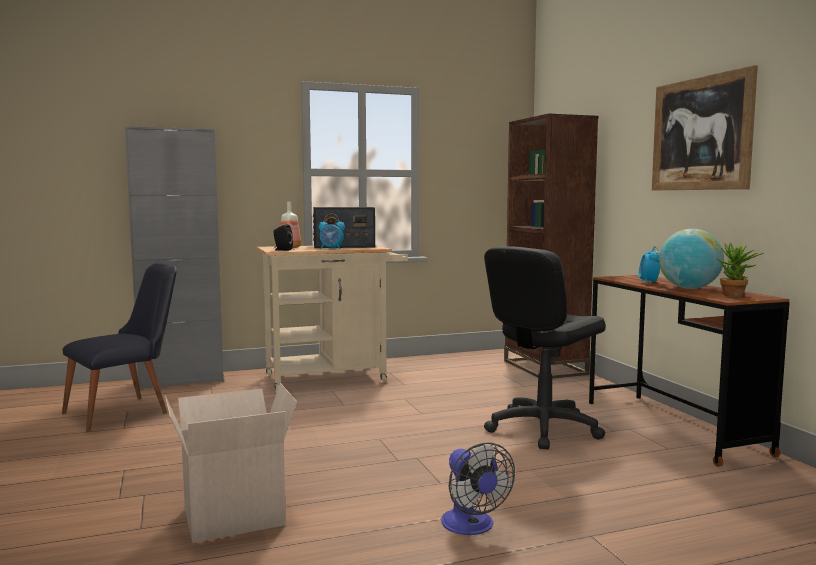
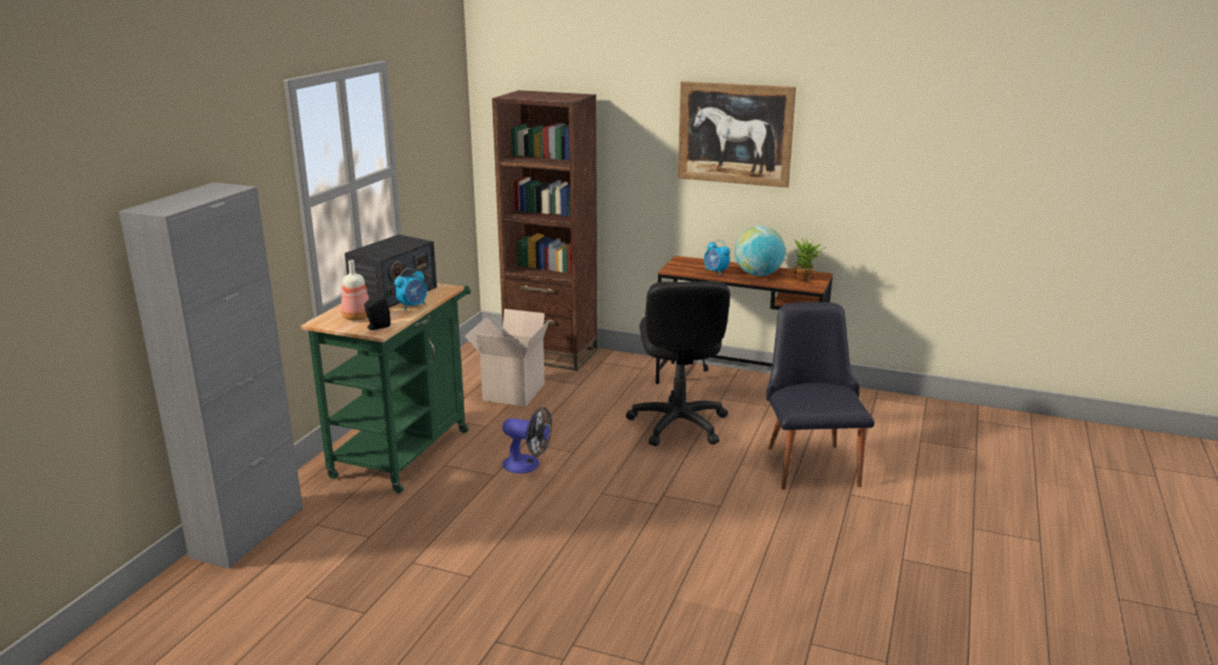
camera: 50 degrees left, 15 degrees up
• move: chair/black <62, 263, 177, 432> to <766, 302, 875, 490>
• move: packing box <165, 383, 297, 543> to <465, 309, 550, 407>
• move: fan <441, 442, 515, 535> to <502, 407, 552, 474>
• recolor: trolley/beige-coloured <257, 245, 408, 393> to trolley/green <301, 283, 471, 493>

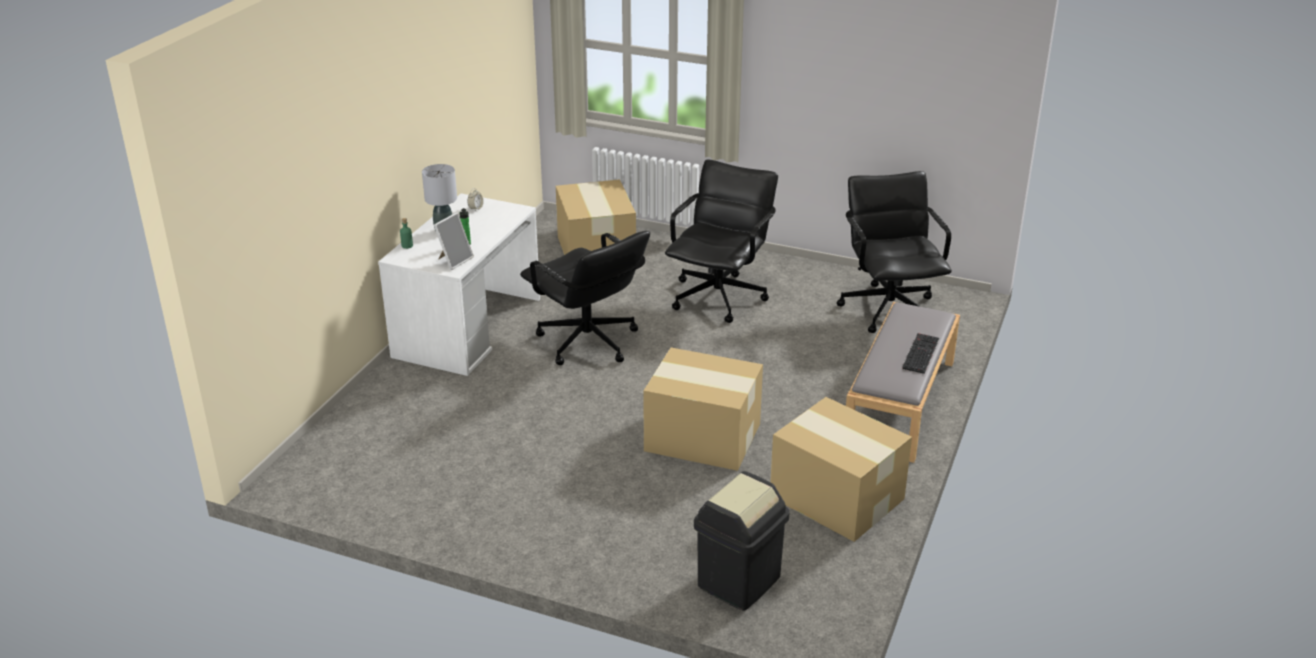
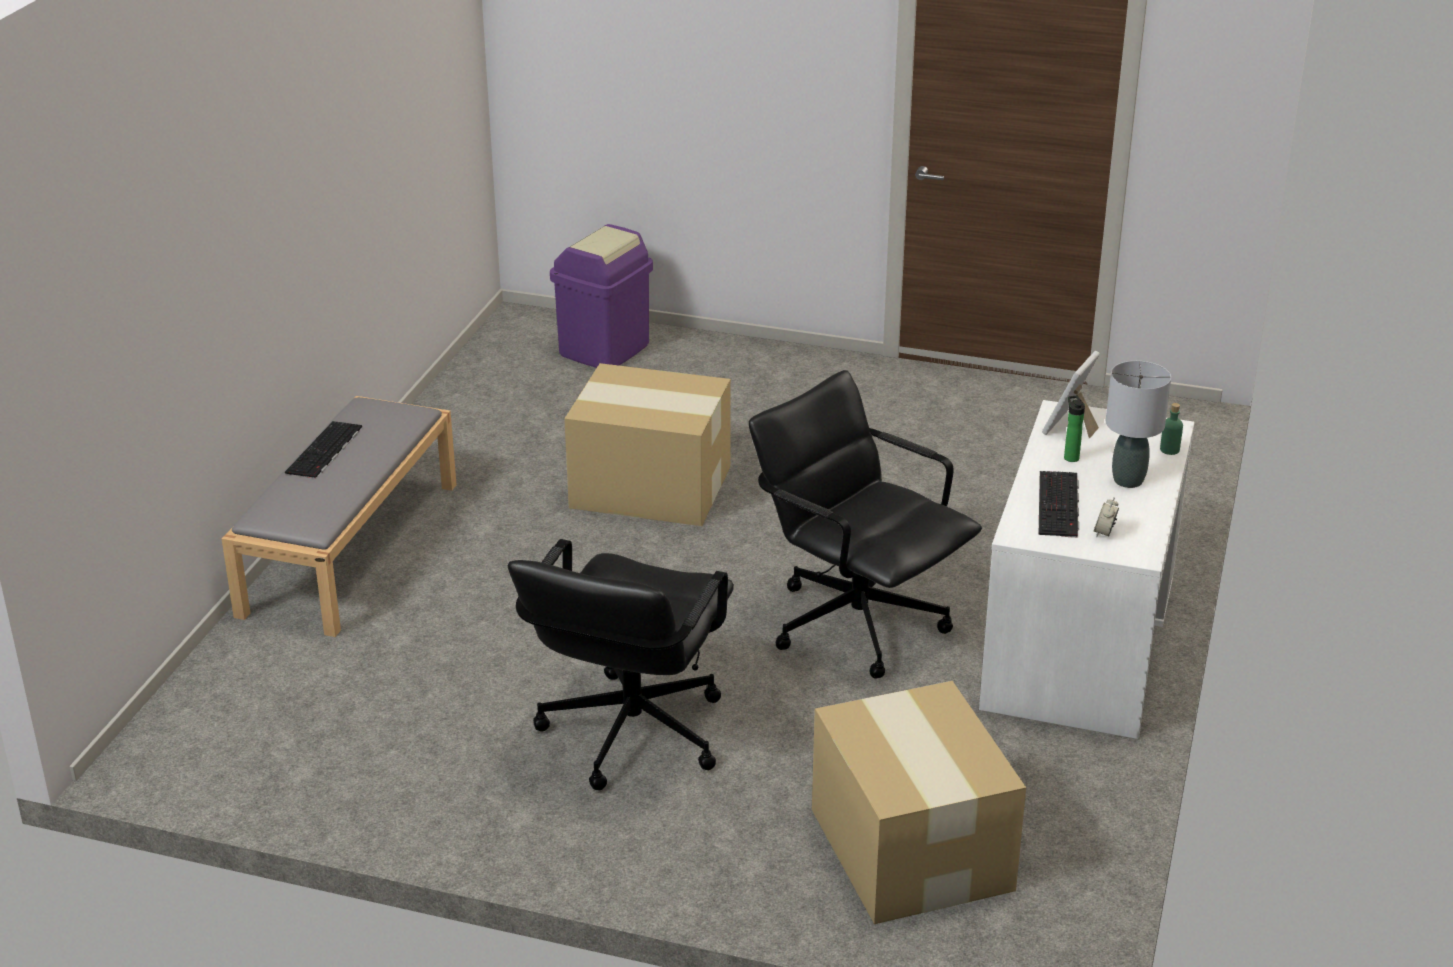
camera: 175 degrees right, 0 degrees up
• delete: packing box <770, 397, 912, 542>
• delete: office chair/black <837, 171, 952, 333>
• insert: keyboard <1039, 471, 1079, 538>
• recolor: trash can/black <694, 471, 790, 610> to trash can/purple <550, 224, 653, 368>

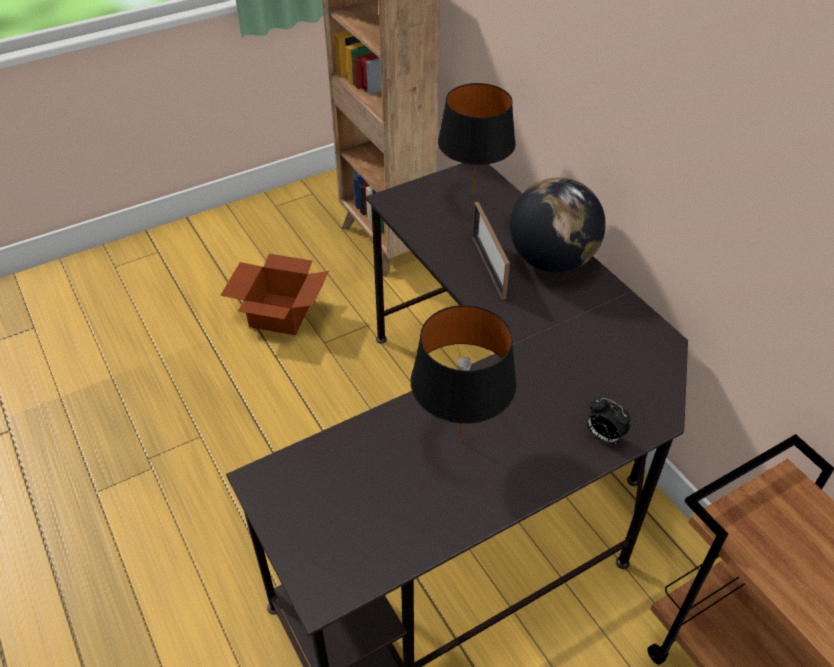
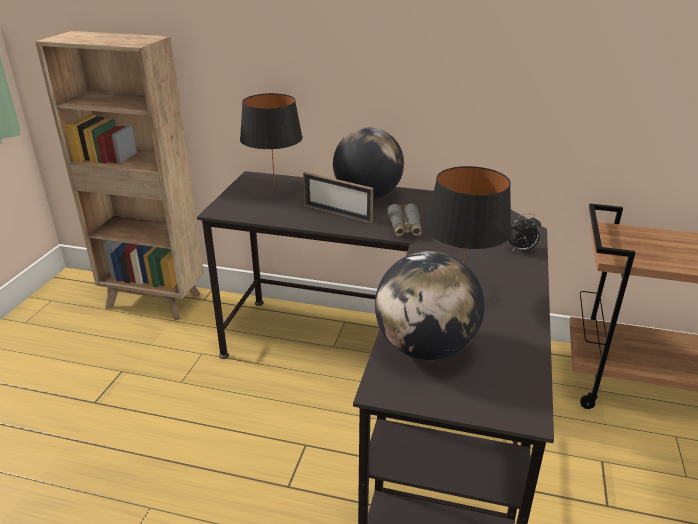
camera: 45 degrees left, 15 degrees down
• delete: packing box <220, 254, 329, 335>
• insert: desk globe <375, 251, 485, 360>
• insert: pair of binoculars/grey <387, 203, 422, 237>

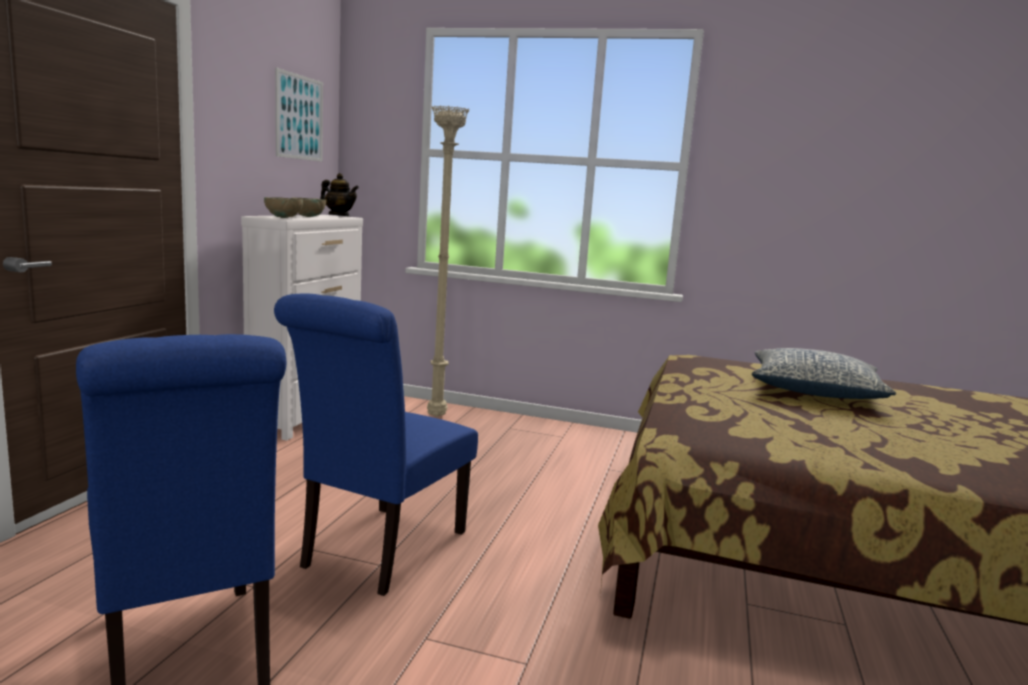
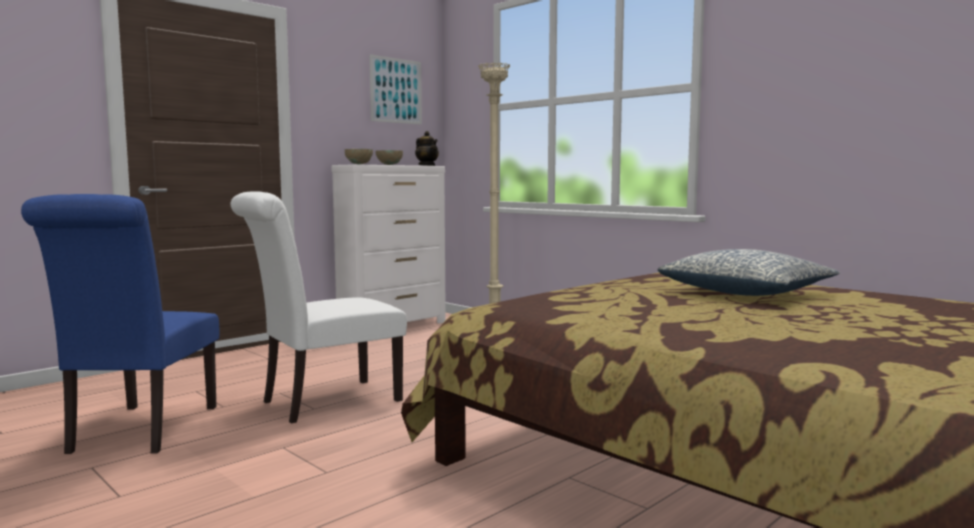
camera: 30 degrees right, 5 degrees down
• recolor: chair/blue-coloured <274, 293, 478, 596> to chair/white <231, 191, 407, 423>

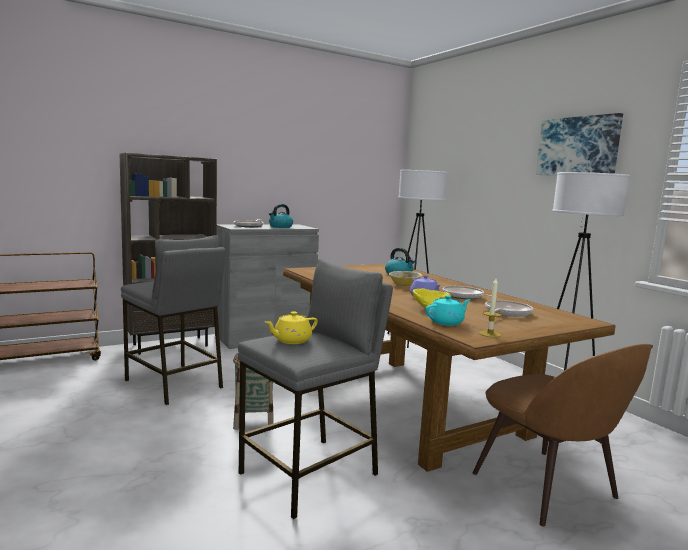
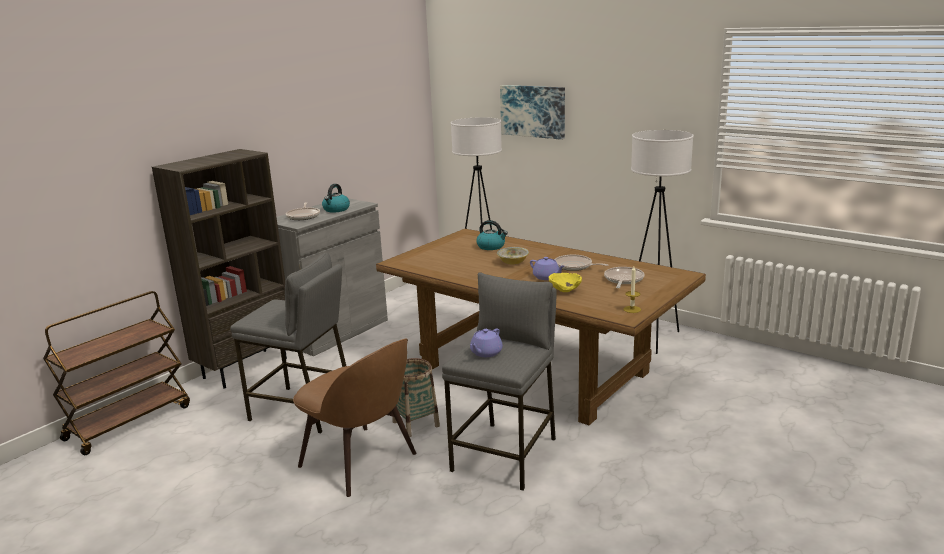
camera: 20 degrees left, 10 degrees up
• delete: pot for tea/turquoise-coloured <425, 295, 471, 326>
• move: chair/brown-coloured <473, 344, 653, 527> to <293, 338, 416, 497>
• move: picture <536, 113, 623, 176> to <500, 85, 565, 140>
• recolor: pot for tea/yellow-coloured <265, 311, 318, 344> to pot for tea/purple <470, 328, 503, 357>

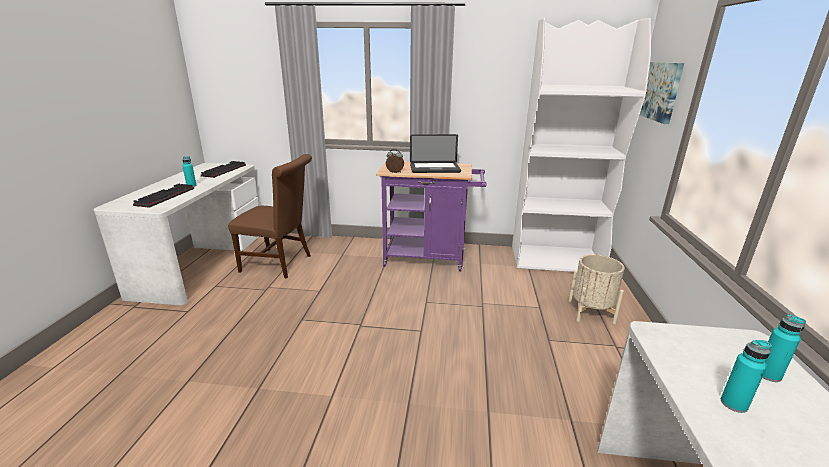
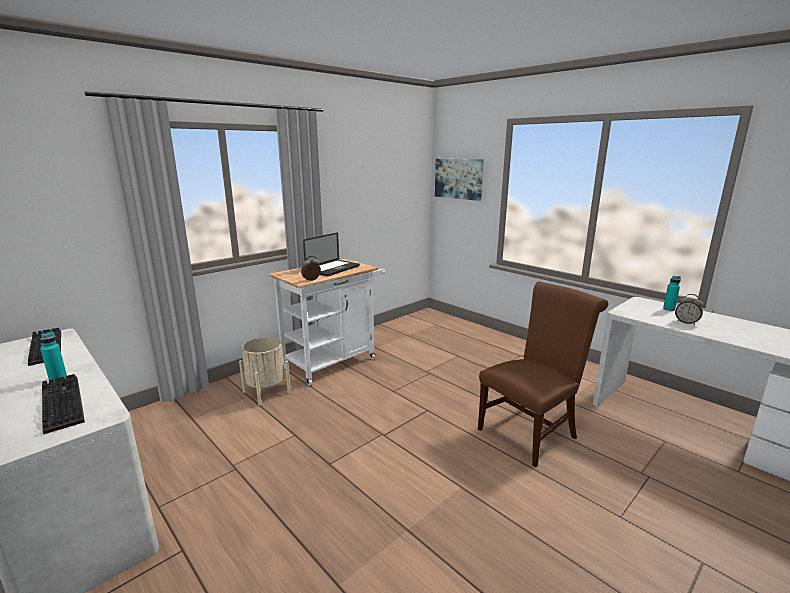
camera: 50 degrees left, 5 degrees down
• delete: bookcase/white <512, 17, 651, 272>
• move: chair/brown-coloured <228, 154, 312, 278> to <478, 281, 609, 467>
• move: plant pot/beige-coloured <568, 254, 625, 324> to <239, 337, 291, 406>
• replace: bottle/turquoise-coloured <721, 340, 772, 413> to alarm clock <675, 294, 704, 325>
• recolor: trolley/purple <376, 161, 487, 271> to trolley/white <269, 259, 385, 386>

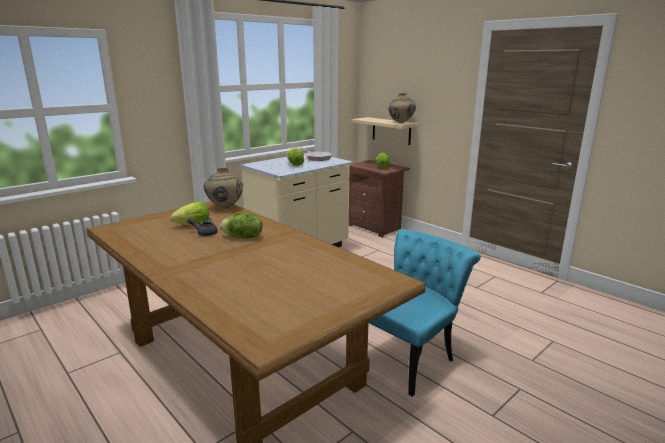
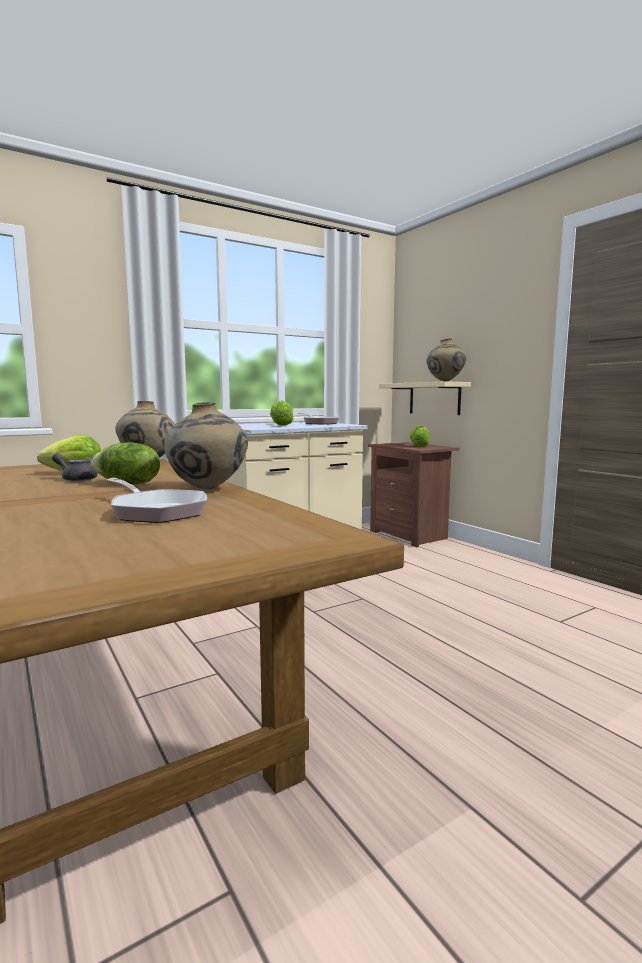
camera: 10 degrees right, 10 degrees down
• delete: chair/turquoise-coloured <369, 229, 481, 397>
• insert: pan <107, 478, 207, 523>
• insert: vase/beige-coloured <164, 402, 248, 490>

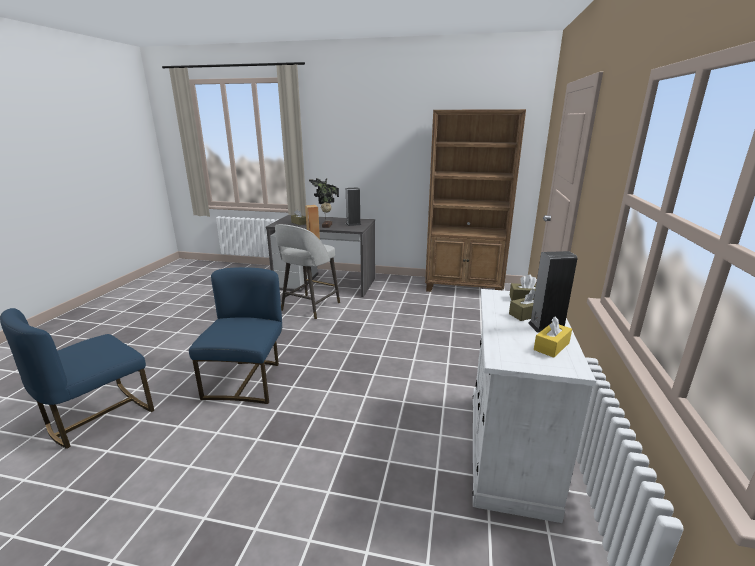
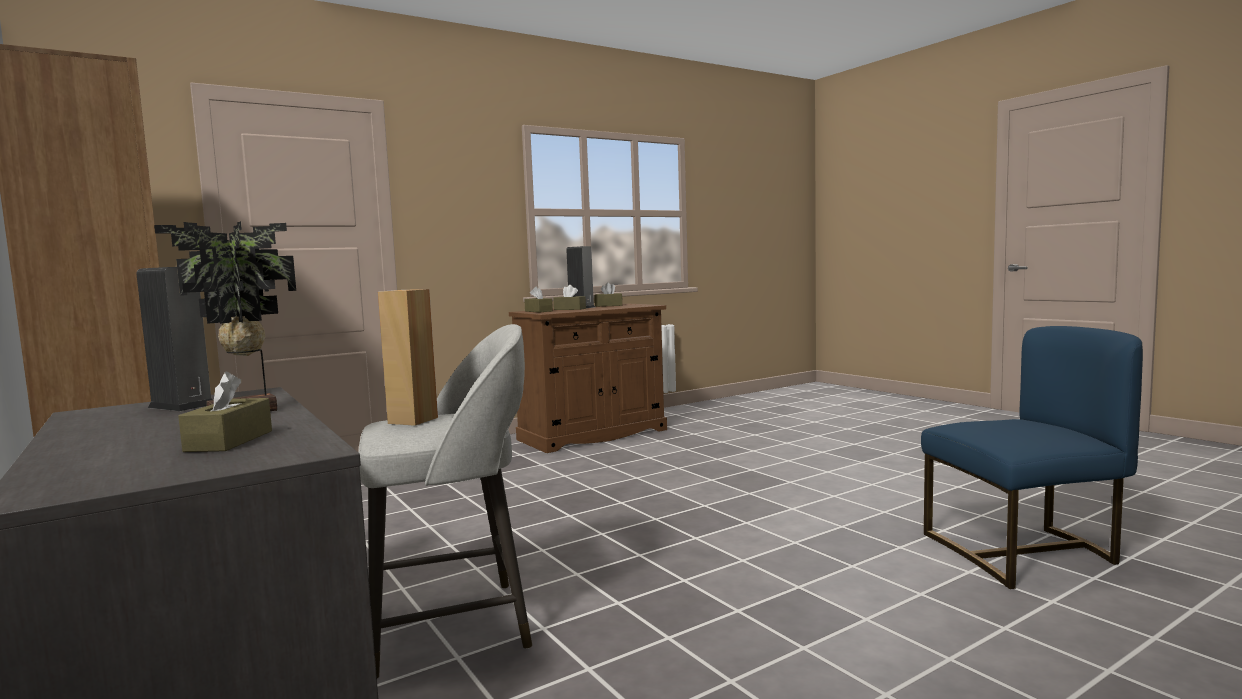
camera: 135 degrees left, 15 degrees down
• delete: chair/blue-coloured <189, 267, 282, 404>
• recolor: storage cabinet/white <472, 289, 596, 523> to storage cabinet/brown-coloured <509, 304, 667, 453>
• recolor: tissue holder/yellow-coloured <534, 316, 572, 358> to tissue holder/brown-coloured <594, 283, 622, 307>

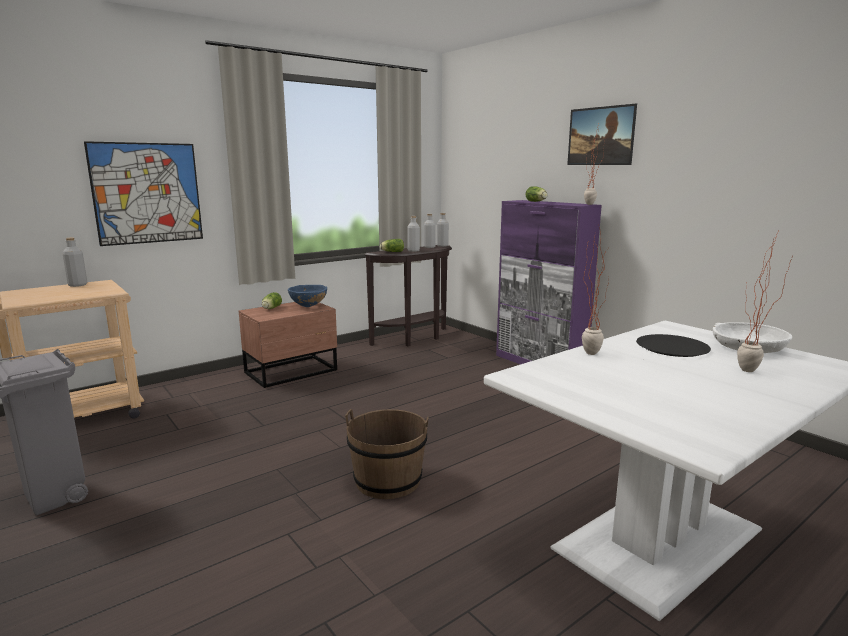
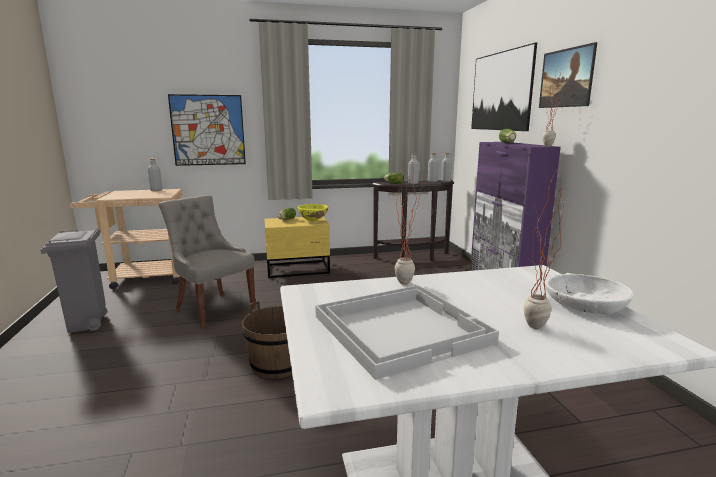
camera: 25 degrees right, 0 degrees up
• delete: dinner plate/black <636, 334, 711, 357>
• insert: chair/grey <158, 195, 255, 328>
• insert: tray/white <315, 285, 499, 380>
• insert: picture <471, 43, 537, 131>
• recolor: night table/brown-coloured <239, 302, 337, 388> to night table/yellow-coloured <264, 216, 330, 278>
• recolor: bowl/blue-coloured <288, 285, 327, 307> to bowl/yellow-coloured <298, 204, 328, 221>

